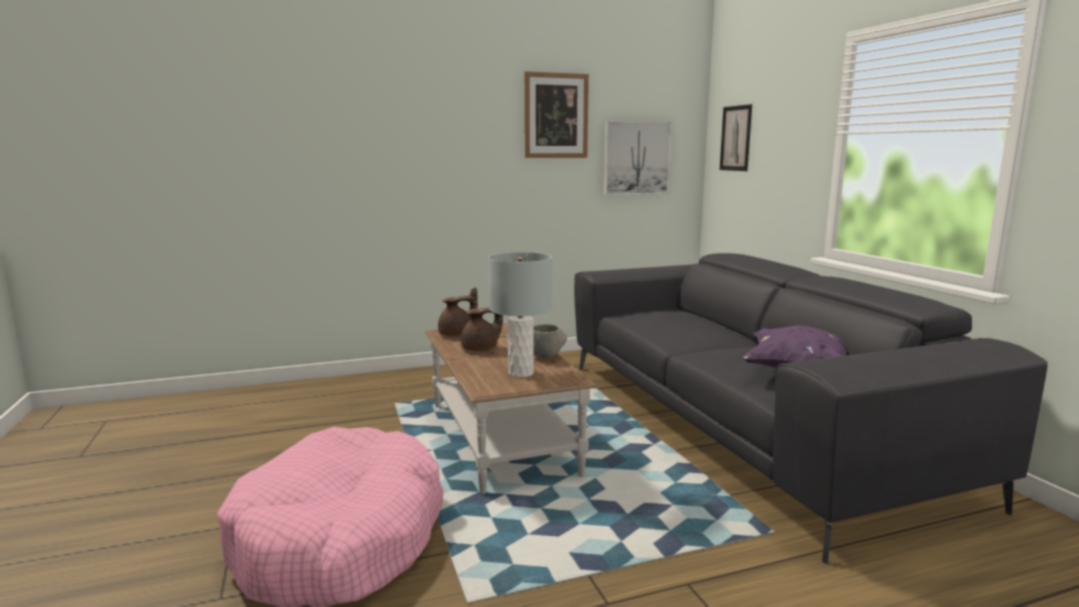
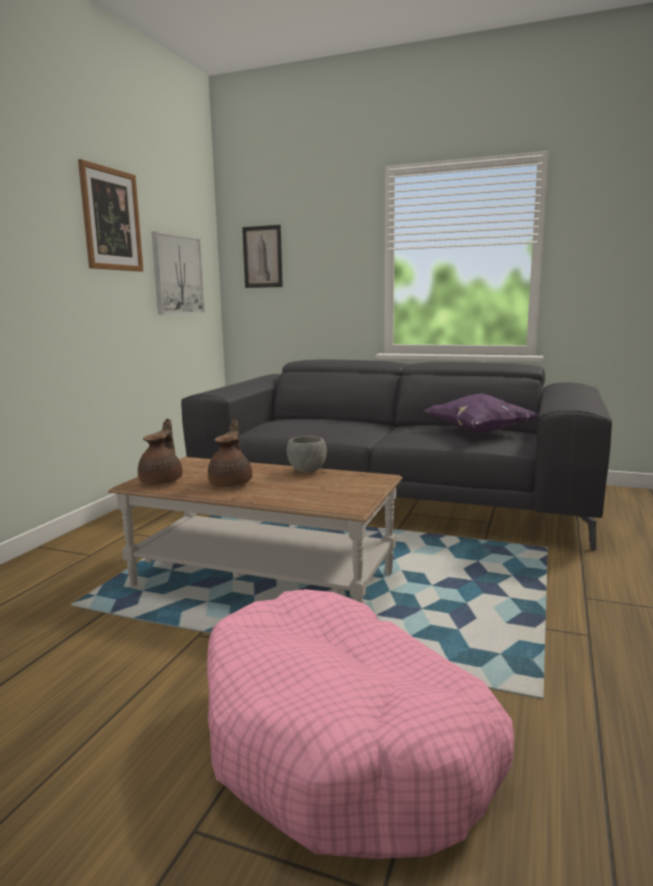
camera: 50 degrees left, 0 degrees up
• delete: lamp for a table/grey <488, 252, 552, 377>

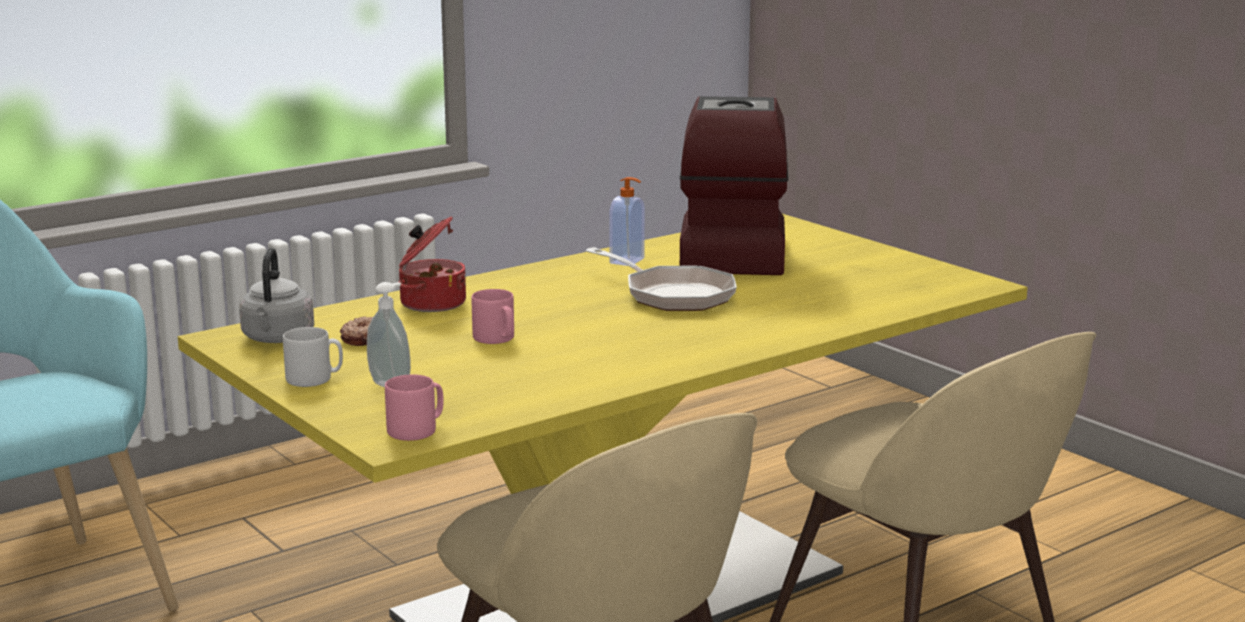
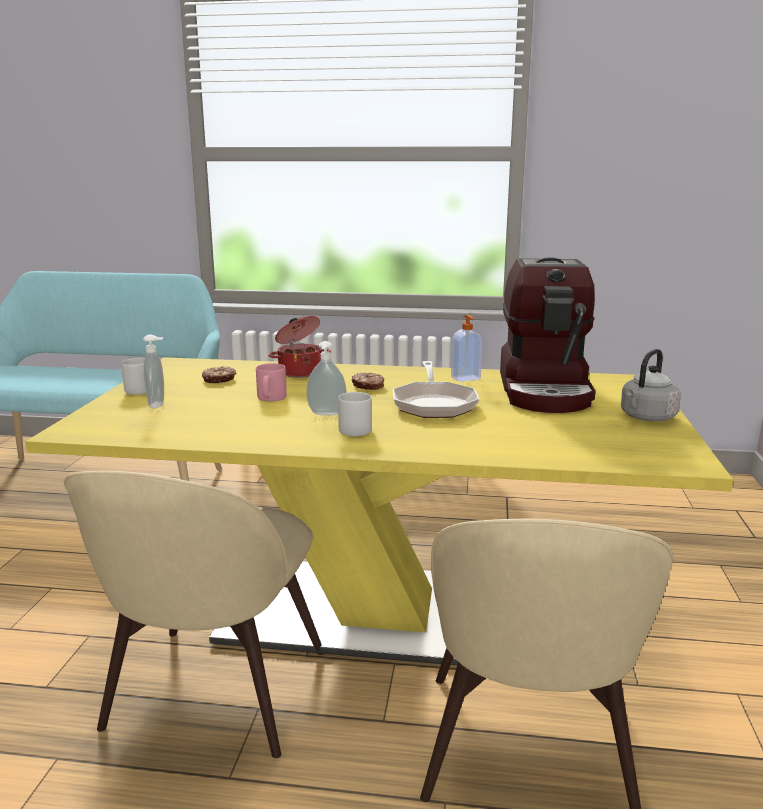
camera: 45 degrees right, 0 degrees up
• delete: coffee mug/pink <385, 375, 444, 441>
• insert: soap dispenser <306, 341, 347, 415>
• insert: coffee mug/grey <338, 392, 372, 436>
• insert: donut <351, 373, 384, 390>
• move: kettle/grey <239, 248, 314, 343> to <621, 349, 681, 421>
• rotate: coffee brewer <680, 96, 788, 275> = <500, 257, 596, 413> 135 degrees clockwise

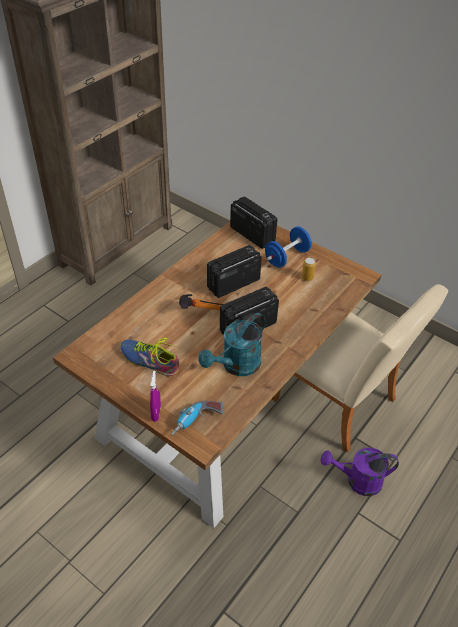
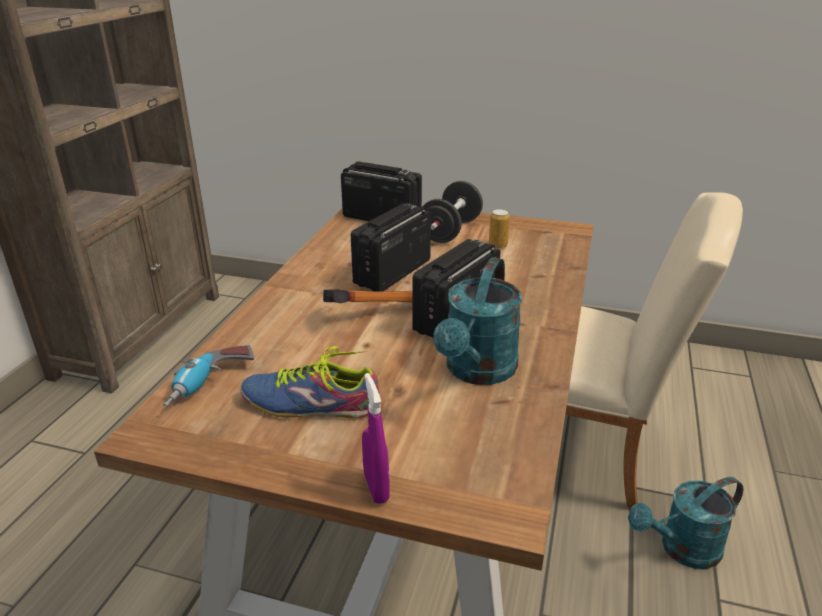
camera: 20 degrees left, 15 degrees down
• move: drill <171, 401, 223, 435> to <163, 345, 254, 407>
• recolor: dumbbell/blue-coloured <265, 227, 312, 268> to dumbbell/black <422, 181, 483, 243>
• recolor: watering can/purple <321, 448, 399, 496> to watering can/turquoise-coloured <628, 477, 744, 569>

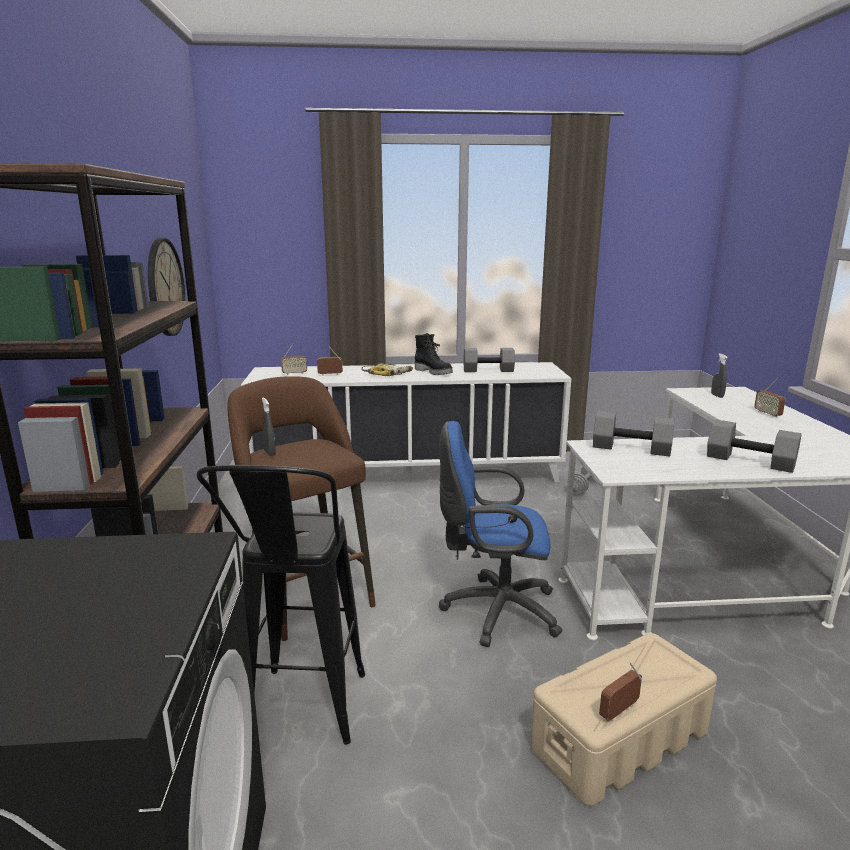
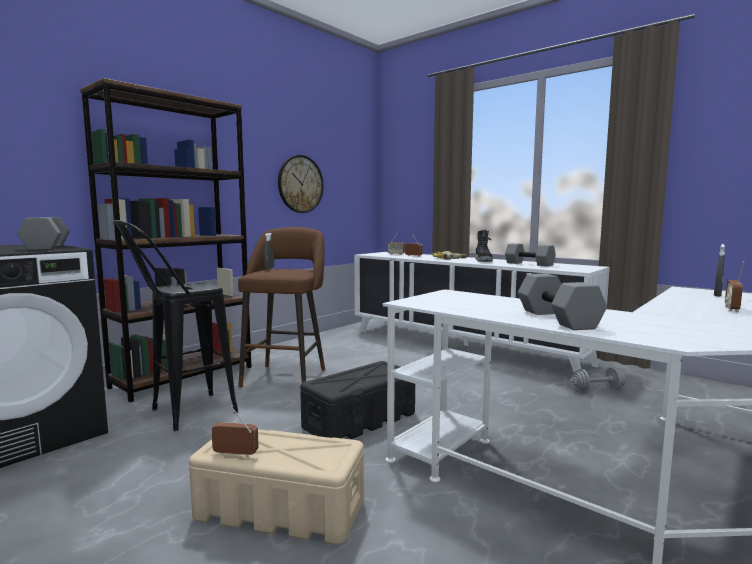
camera: 45 degrees right, 10 degrees down
• move: dumbbell/grey <593, 411, 674, 457> to <17, 217, 70, 250>
• replace: office chair/blue-coloured <439, 421, 562, 647> to storage bin/black <300, 361, 415, 439>

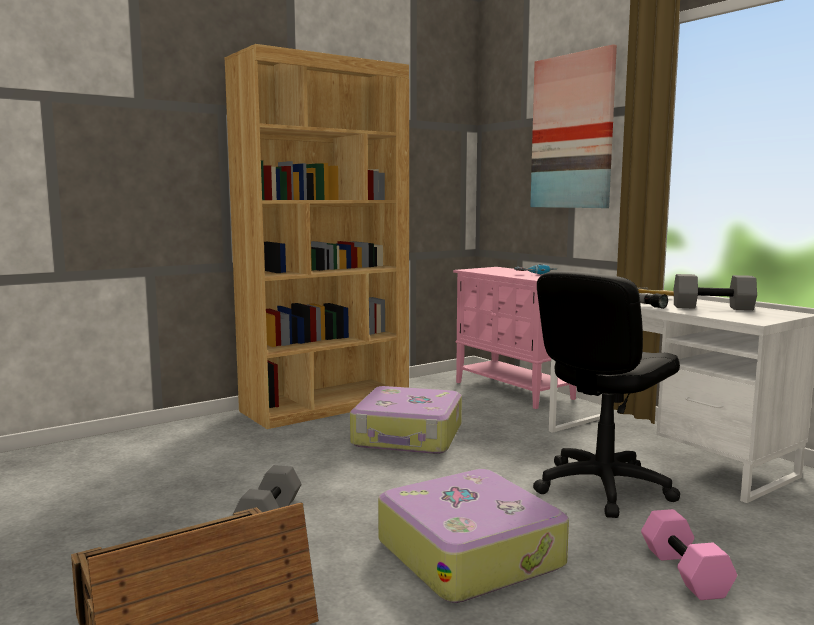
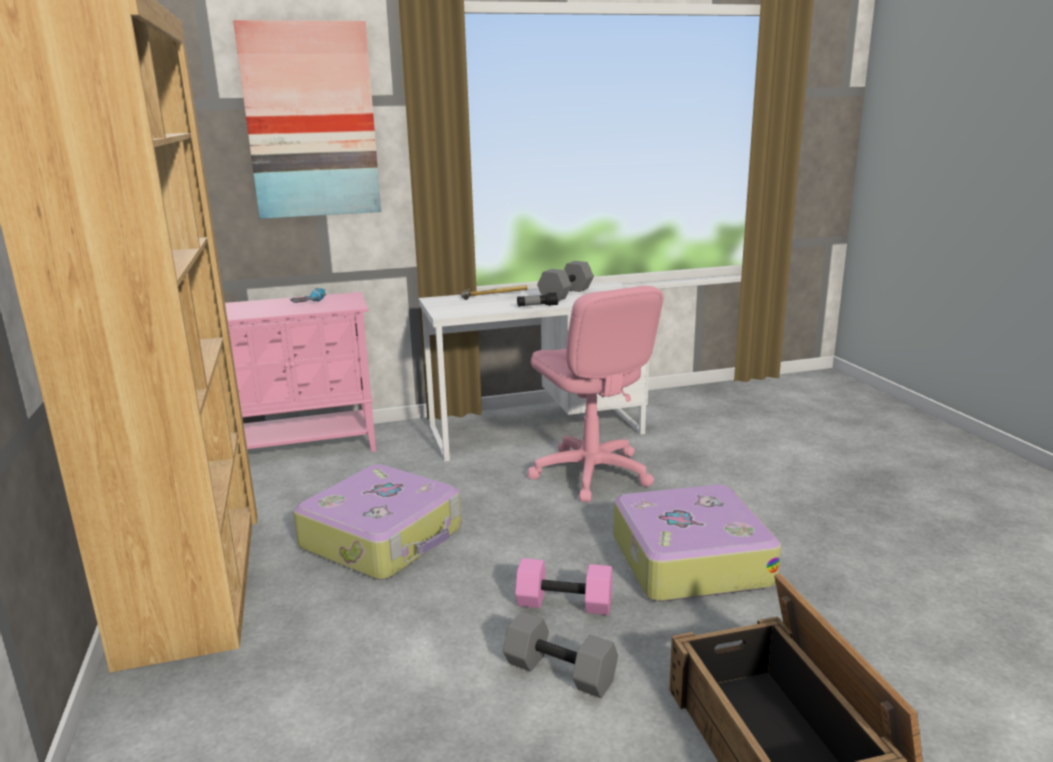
camera: 70 degrees left, 10 degrees up
• move: dumbbell/pink <641, 509, 737, 600> to <515, 558, 613, 615>
• recolor: office chair/black <533, 271, 680, 518> to office chair/pink <527, 286, 663, 502>

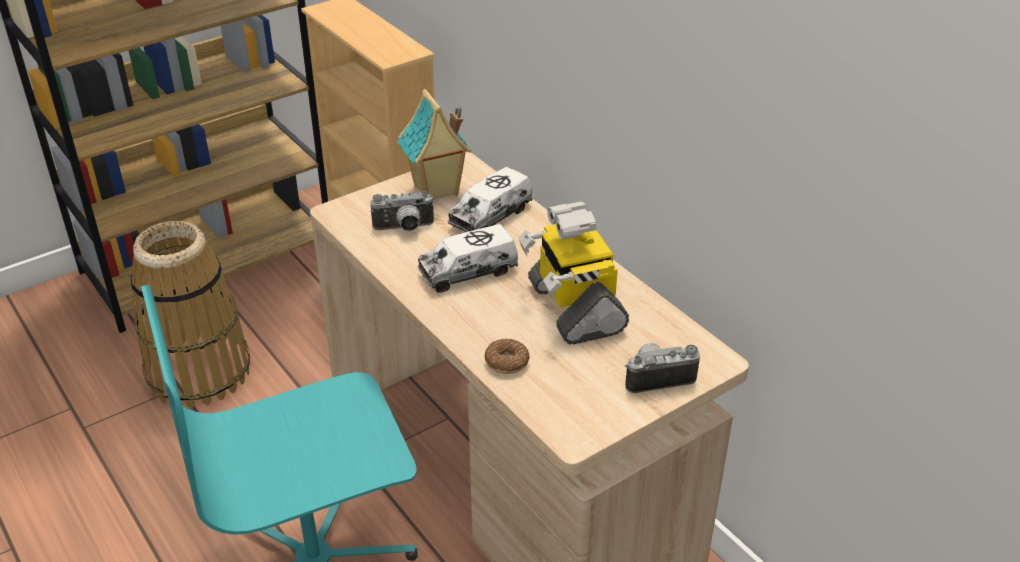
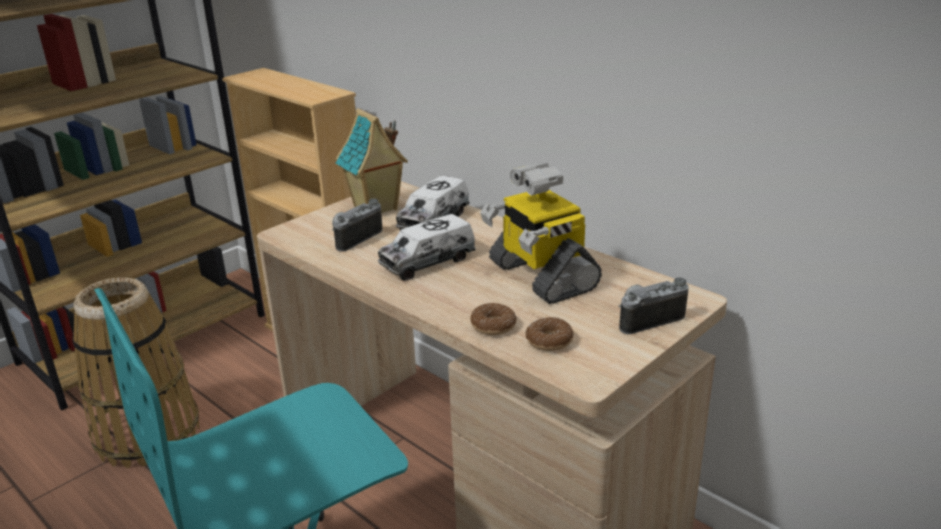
camera: 10 degrees left, 10 degrees down
• insert: donut <525, 317, 574, 351>
• rotate: photo camera <370, 191, 434, 231> = <332, 199, 382, 252> 150 degrees clockwise

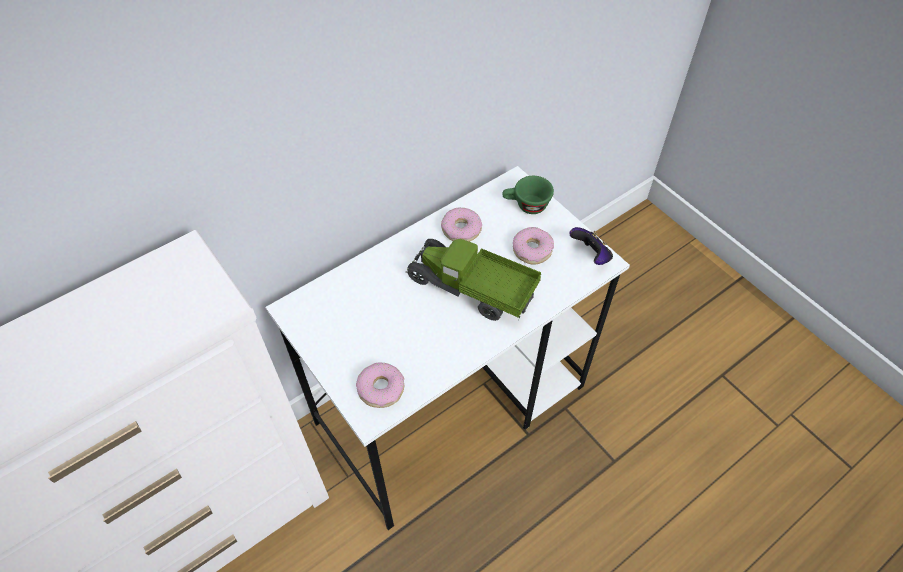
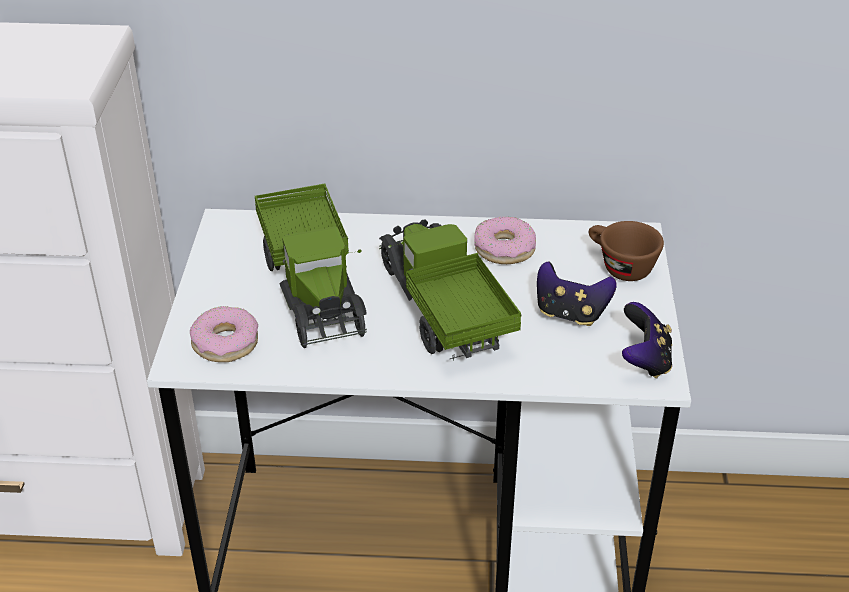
camera: 40 degrees right, 15 degrees down
• insert: model truck <254, 184, 367, 348>
• replace: donut <513, 227, 554, 264> to gamepad <537, 262, 617, 326>
• recolor: small cup/green <502, 176, 554, 214> to small cup/brown-coloured <589, 221, 664, 281>

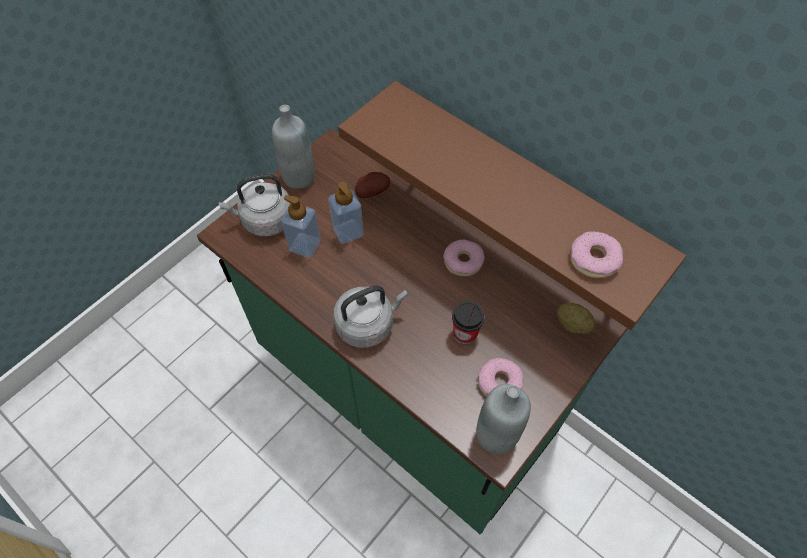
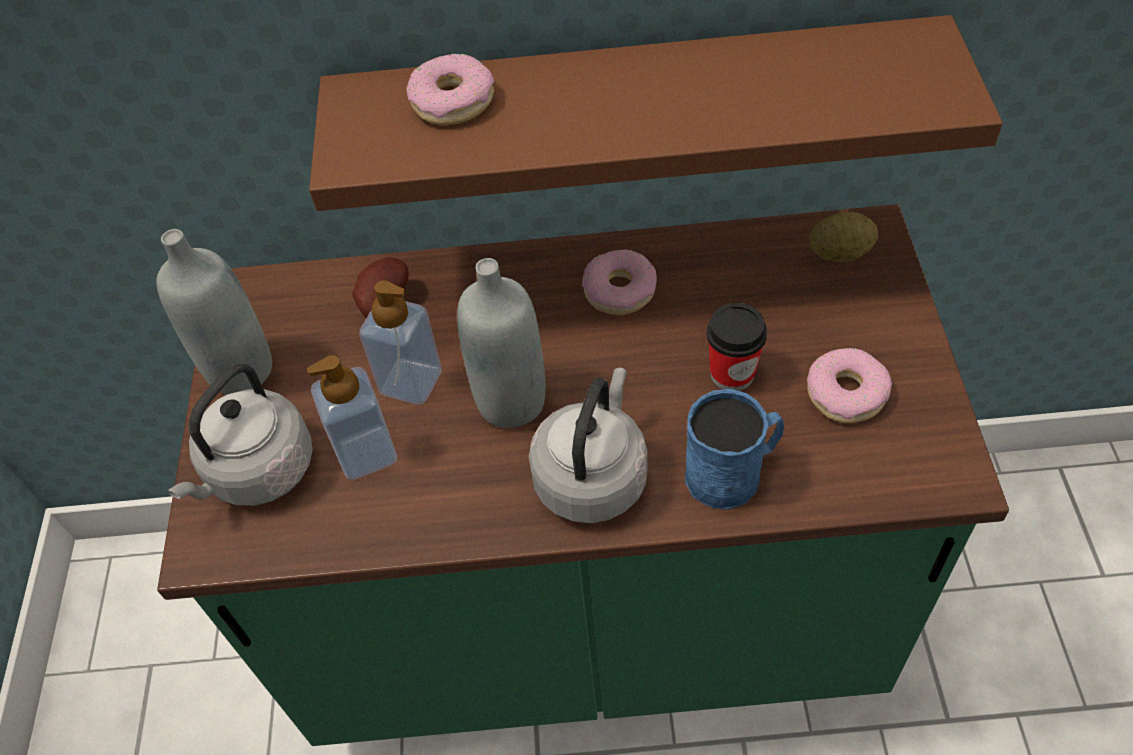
camera: 40 degrees left, 5 degrees down
• insert: coffee mug/blue-coloured <685, 389, 784, 510>
• move: bottle/grey <476, 384, 531, 455> to <457, 258, 545, 428>
• move: donut <570, 231, 623, 278> to <406, 54, 494, 125>

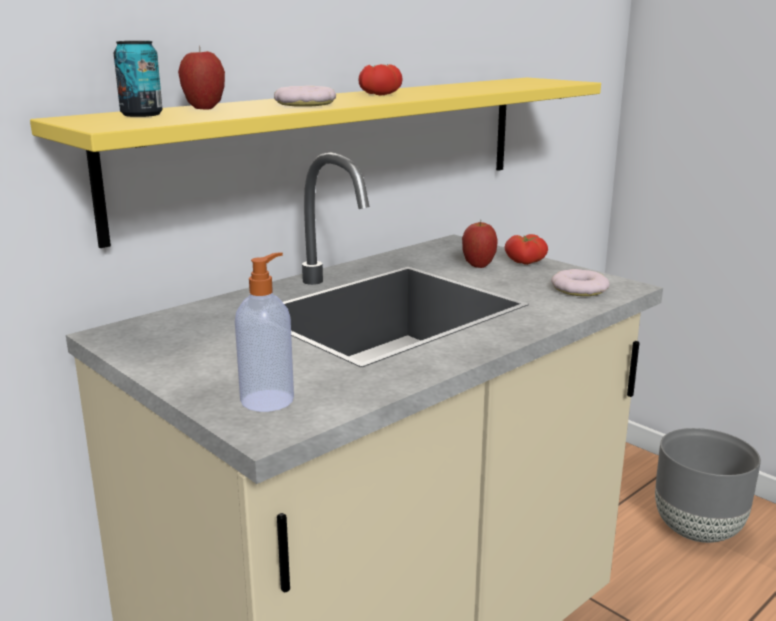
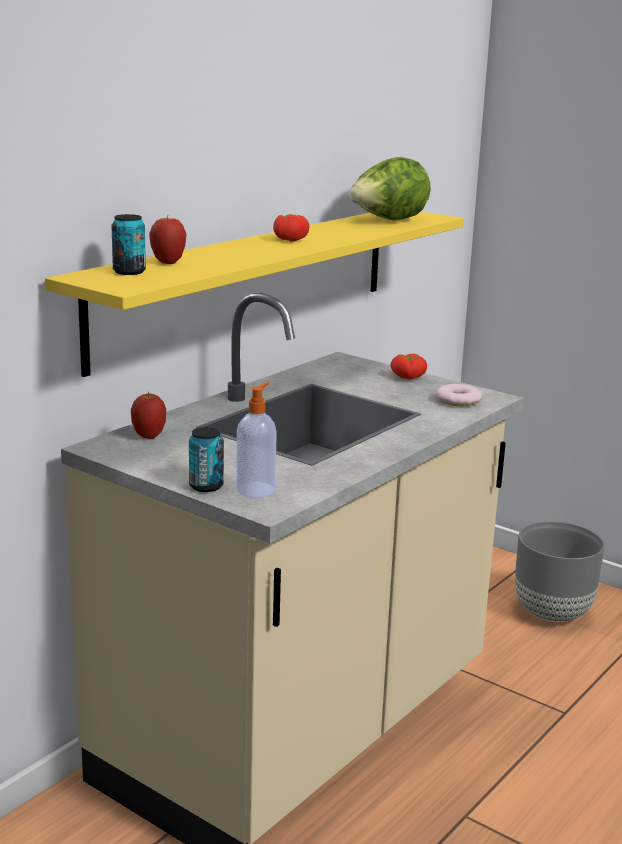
camera: 10 degrees left, 0 degrees up
• delete: donut <274, 85, 336, 107>
• insert: sealed can <189, 427, 224, 492>
• insert: lettuce <349, 157, 431, 220>
• move: apple <462, 220, 498, 268> to <131, 391, 166, 439>

